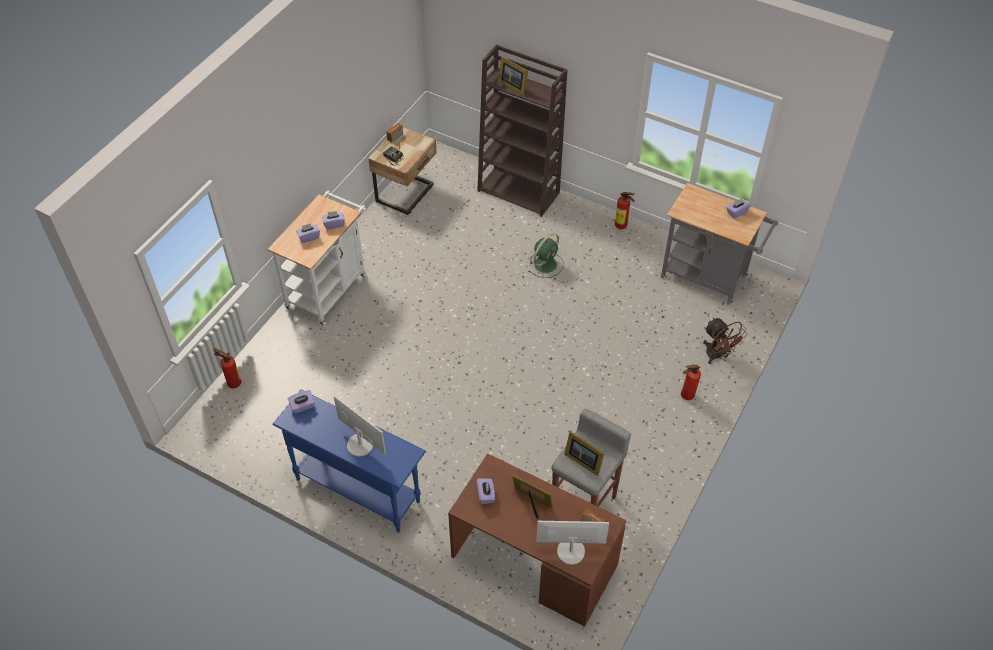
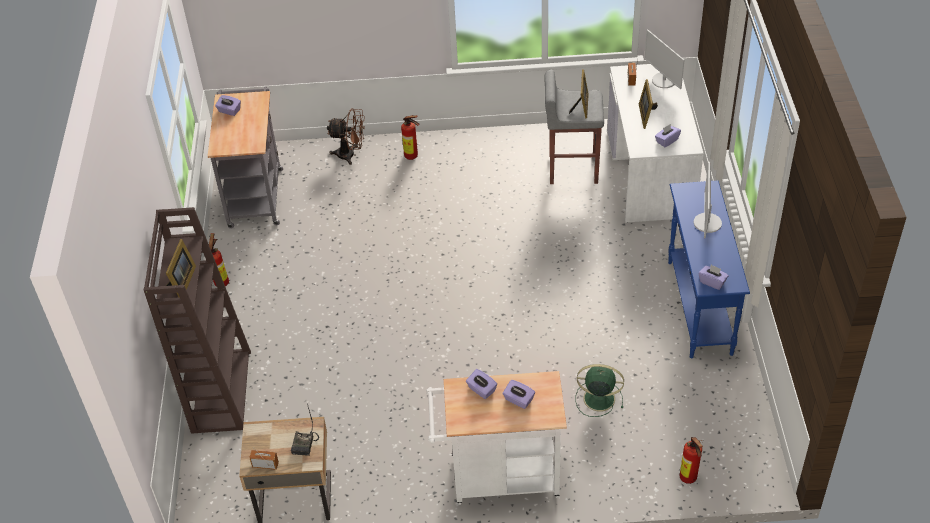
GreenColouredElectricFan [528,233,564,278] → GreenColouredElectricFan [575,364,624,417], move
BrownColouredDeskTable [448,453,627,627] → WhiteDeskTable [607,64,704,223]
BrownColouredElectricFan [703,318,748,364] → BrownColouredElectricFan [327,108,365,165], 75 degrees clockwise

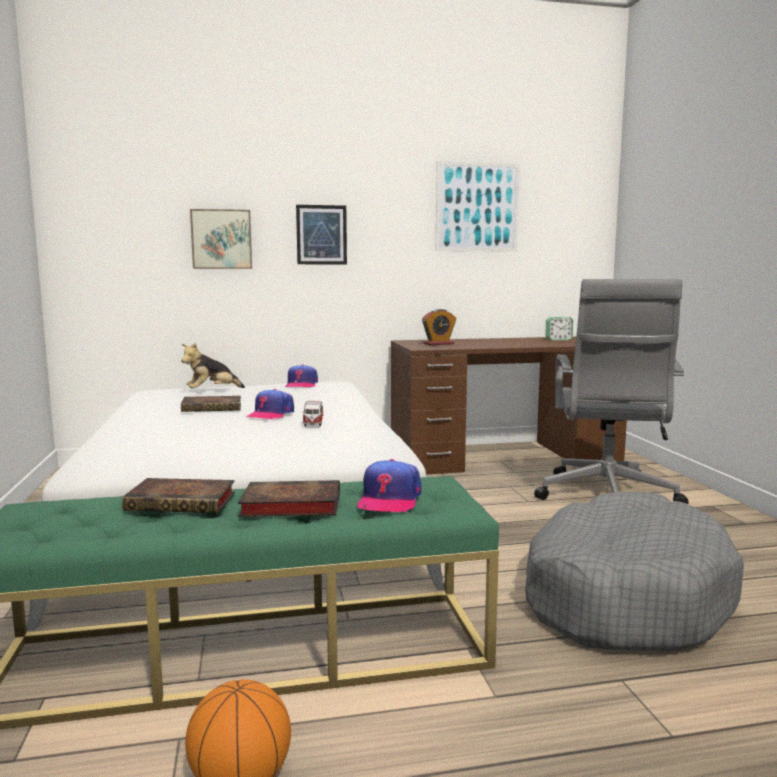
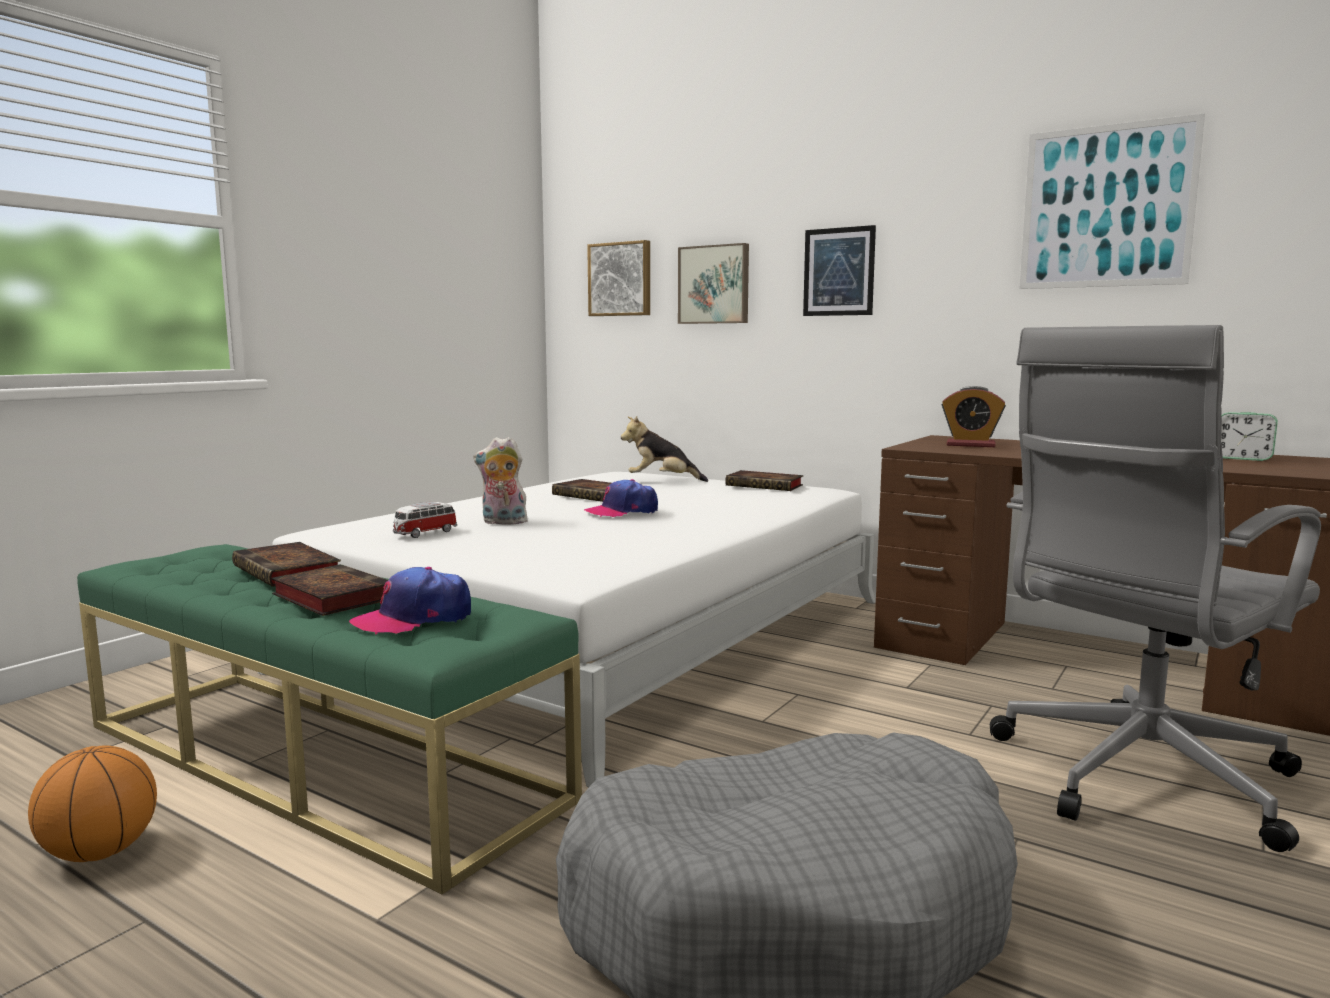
- → PlushToy [473,437,528,525]
- → Picture [587,240,650,316]
MiniatureCar [302,400,323,426] → MiniatureCar [393,502,457,538], move
BaseballCap [285,364,318,388] → BoundBook [725,470,803,491]

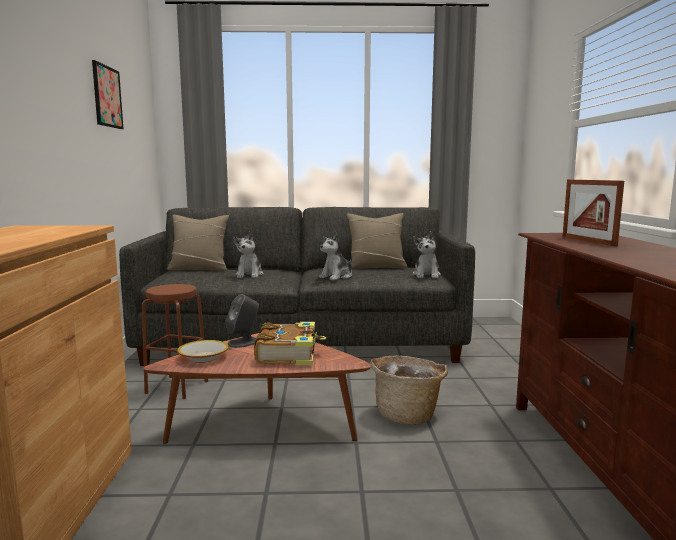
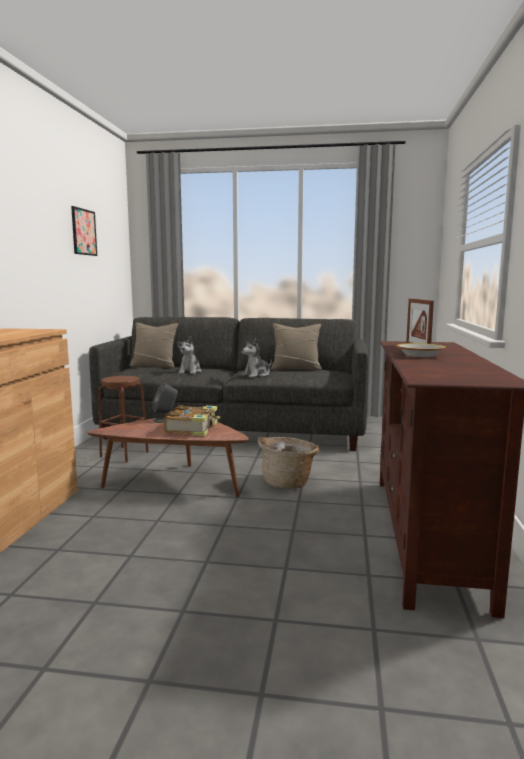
PlushToy [412,231,441,278] → -
DeepDish [177,340,229,363] → DeepDish [396,343,446,358], move

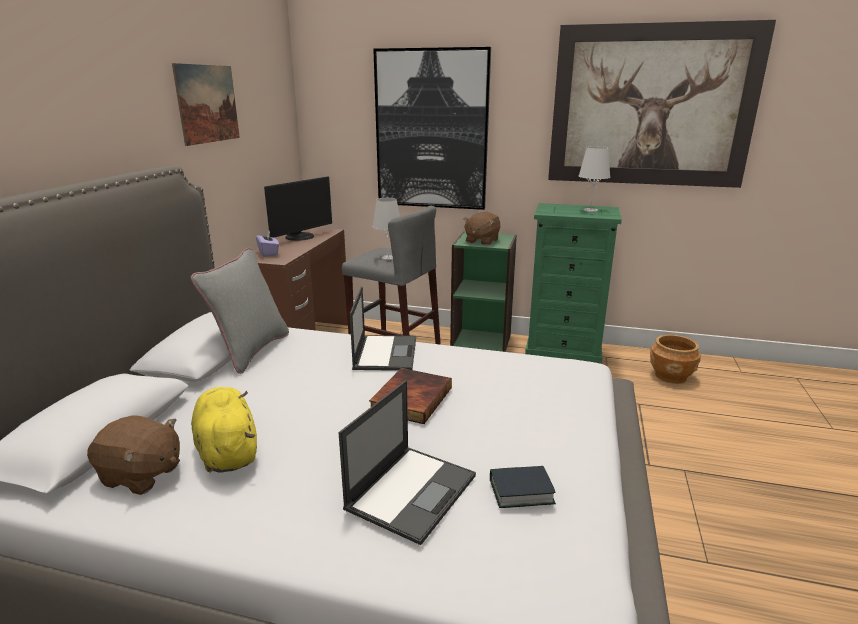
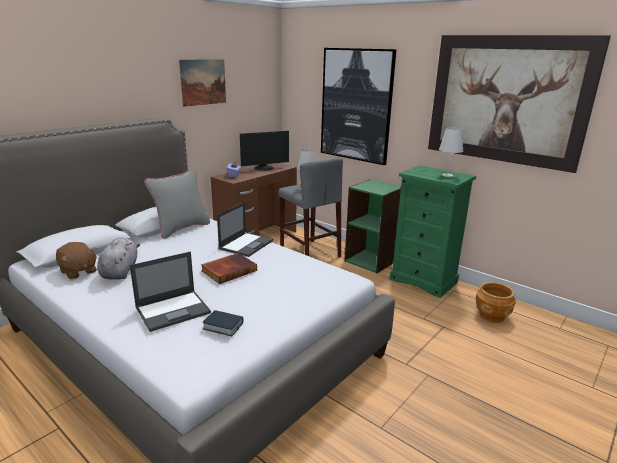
BrownColouredPlushToy [463,212,500,245] → -
YellowishPlushToy [191,387,257,473] → GrayPlushToy [97,238,140,280]

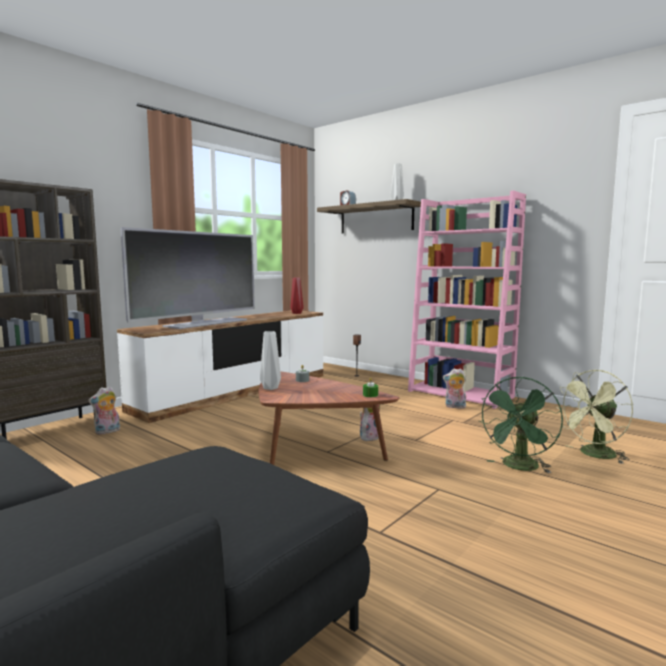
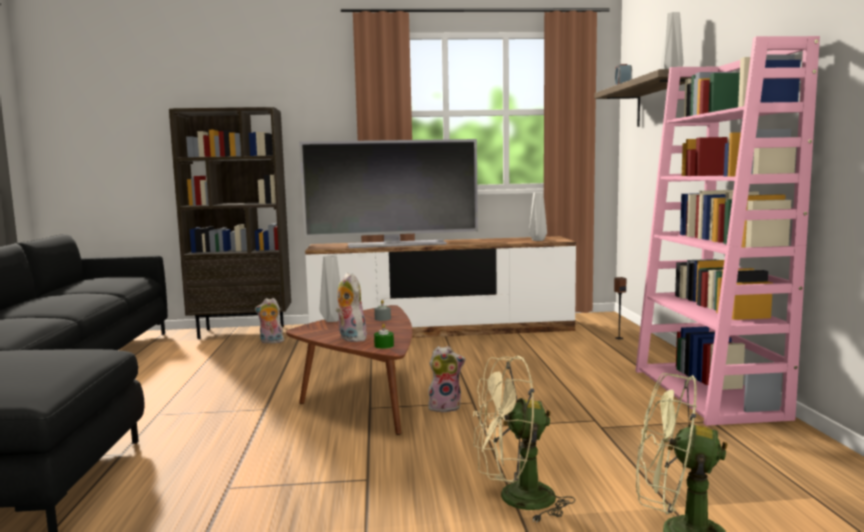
PlushToy [443,368,466,409] → PlushToy [336,273,367,342], move
ReddishDecorativeVase [290,278,304,314] → GrayDecorativeVase [529,192,547,241]
GreenColouredElectricFan [479,377,563,473] → BeigeColouredElectricFan [473,356,575,523]

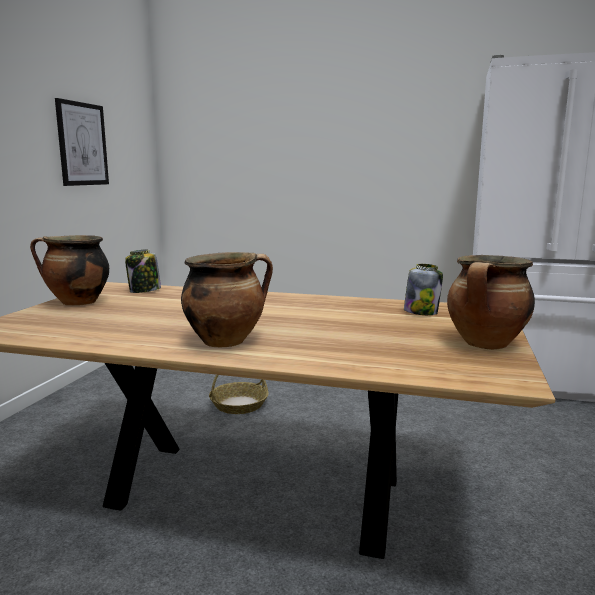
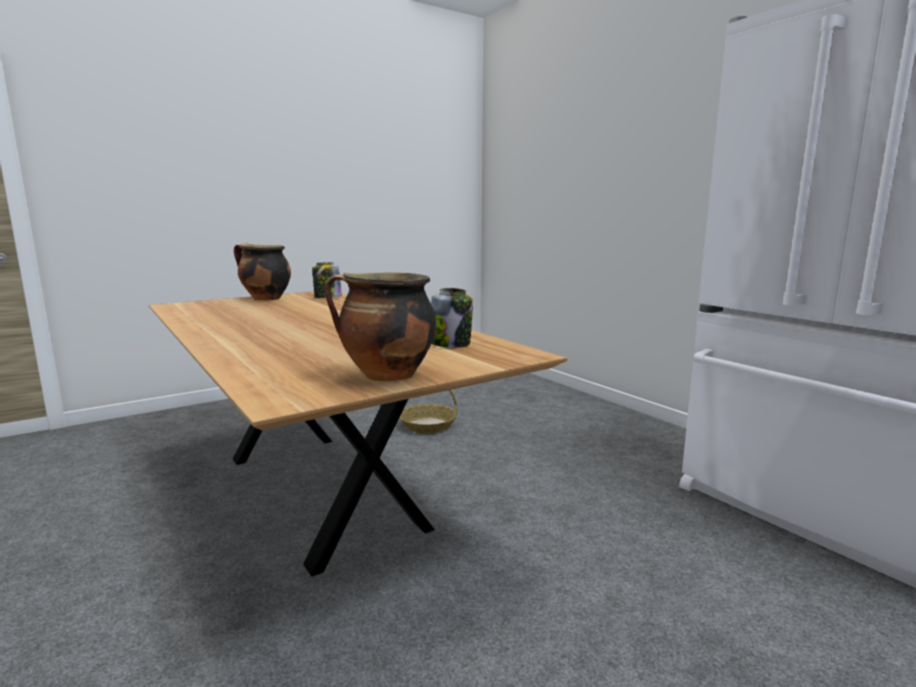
Picture [55,98,109,186] → -
Saucepot [181,252,273,347] → -

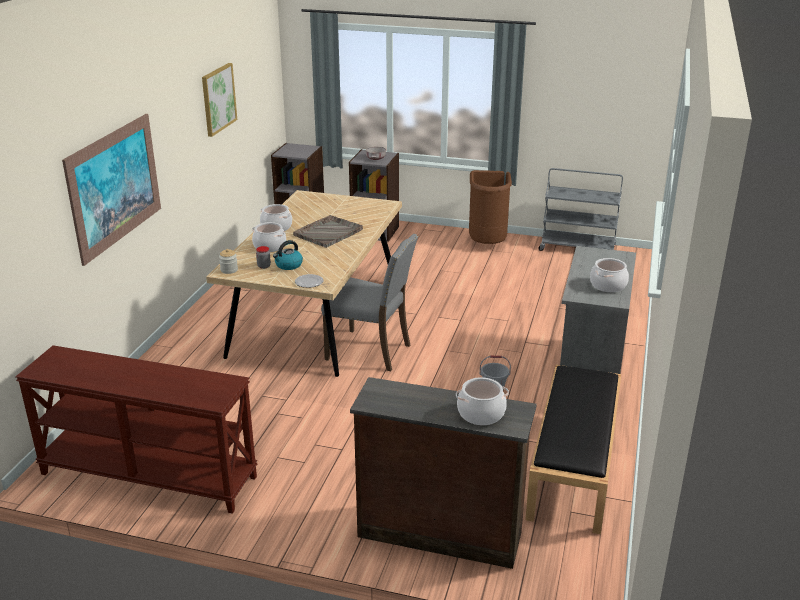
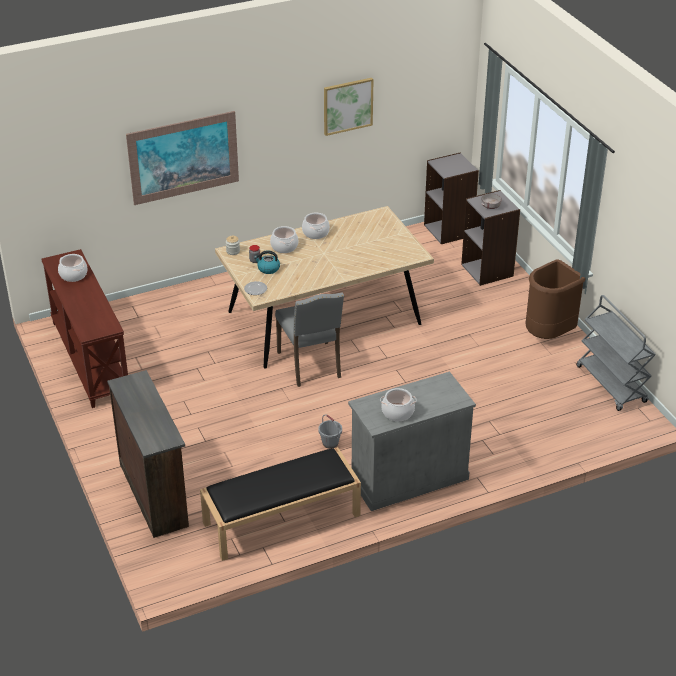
GrayServingTray [293,215,363,248] → -
Saucepot [456,377,509,425] → Saucepot [58,254,88,282], move

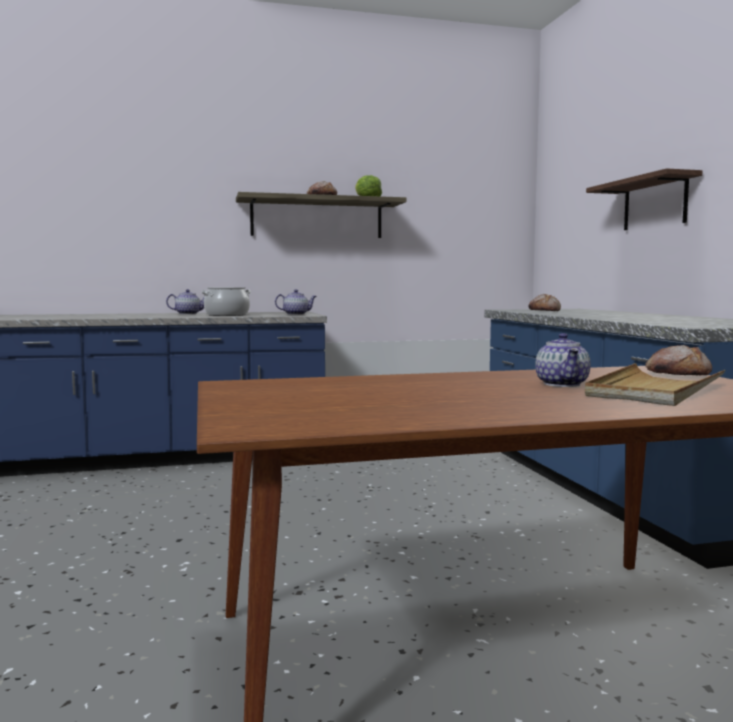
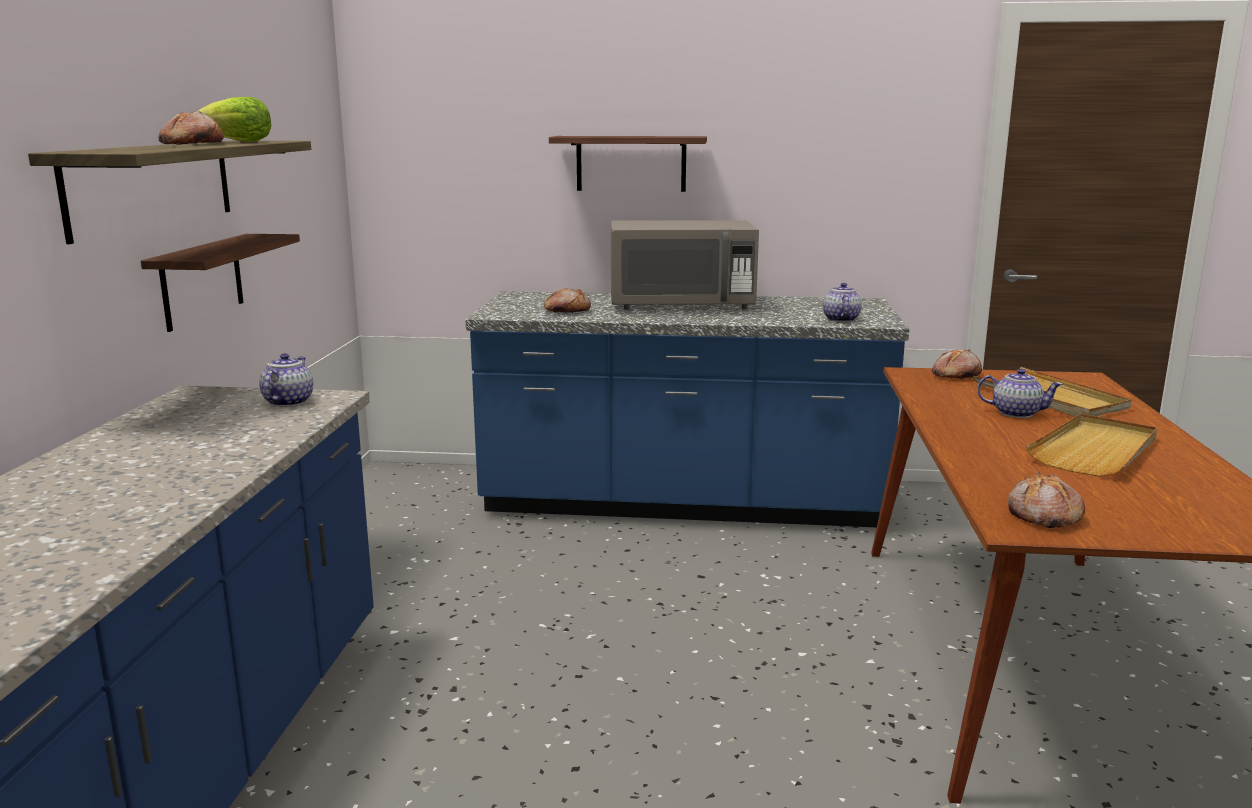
Saucepot [201,287,251,316] → -
- → BracketShelf [141,234,300,332]
- → GrayMicrowave [611,220,759,310]
- → Bread [1008,472,1085,528]
- → BeigeColouredServingTray [1026,414,1157,477]
PotForTea [166,289,204,314] → PotForTea [823,283,862,322], move

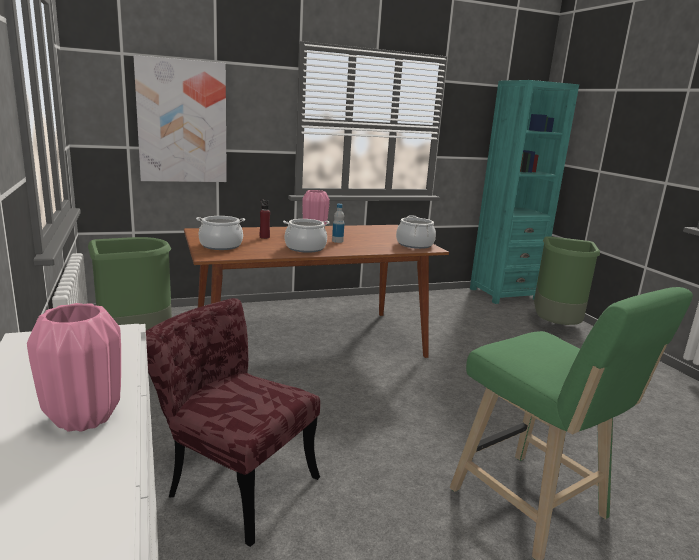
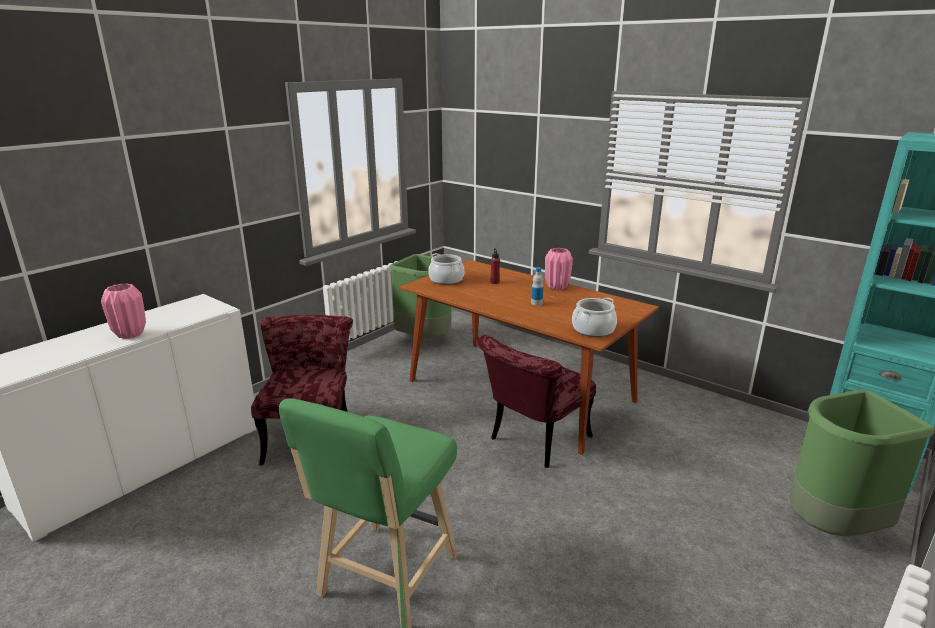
Picture [134,55,227,182] → -
Saucepot [283,219,330,253] → -
- → ReddishPlainChair [476,335,596,468]

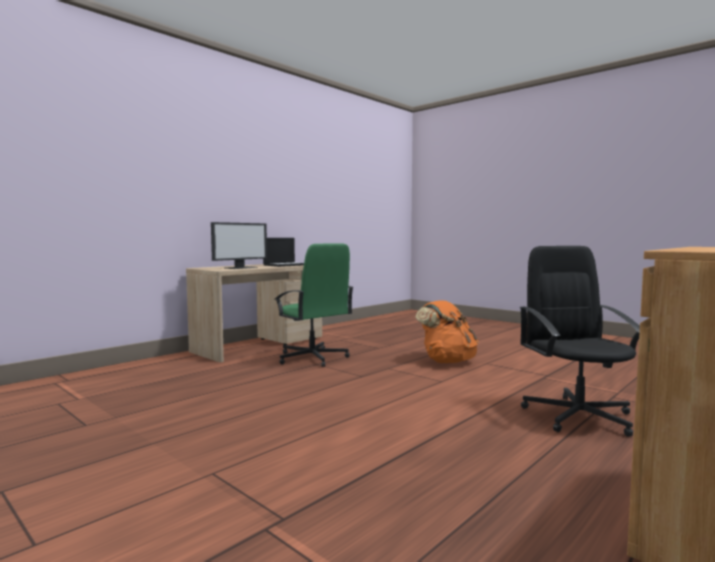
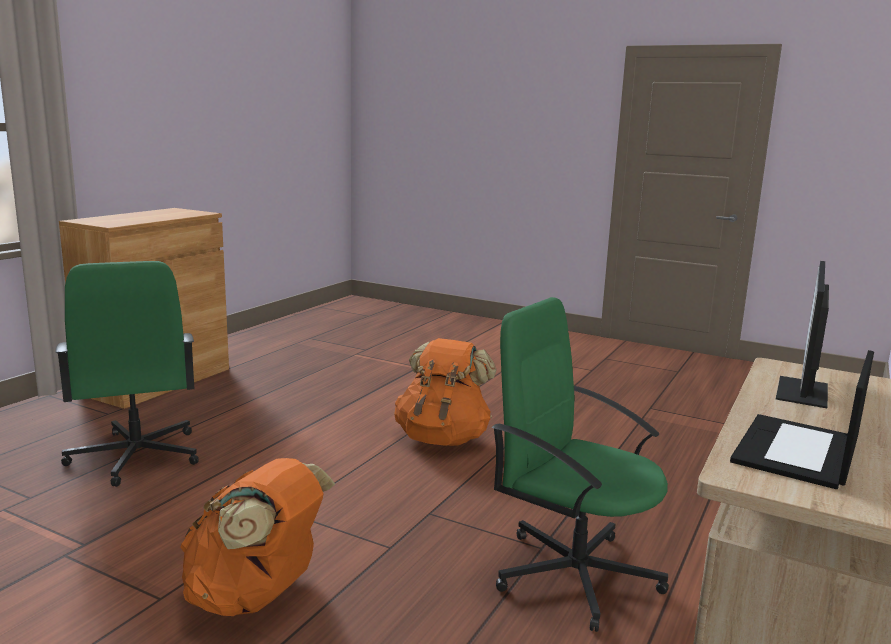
- → OrangeyKnapsack [394,338,497,446]
BlackishDeskChair [520,246,640,437] → GreenColouredDeskChair [55,261,199,487]

